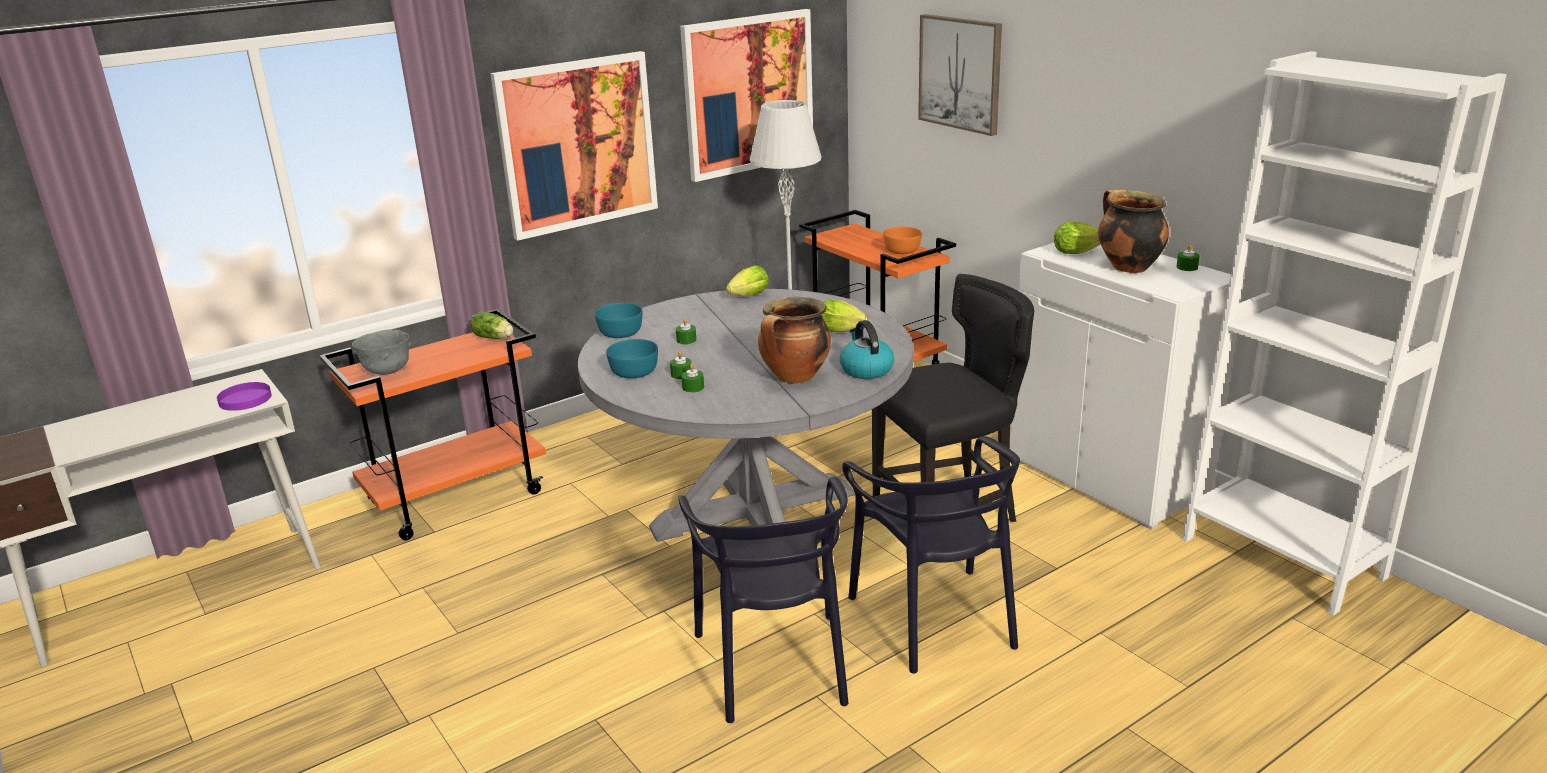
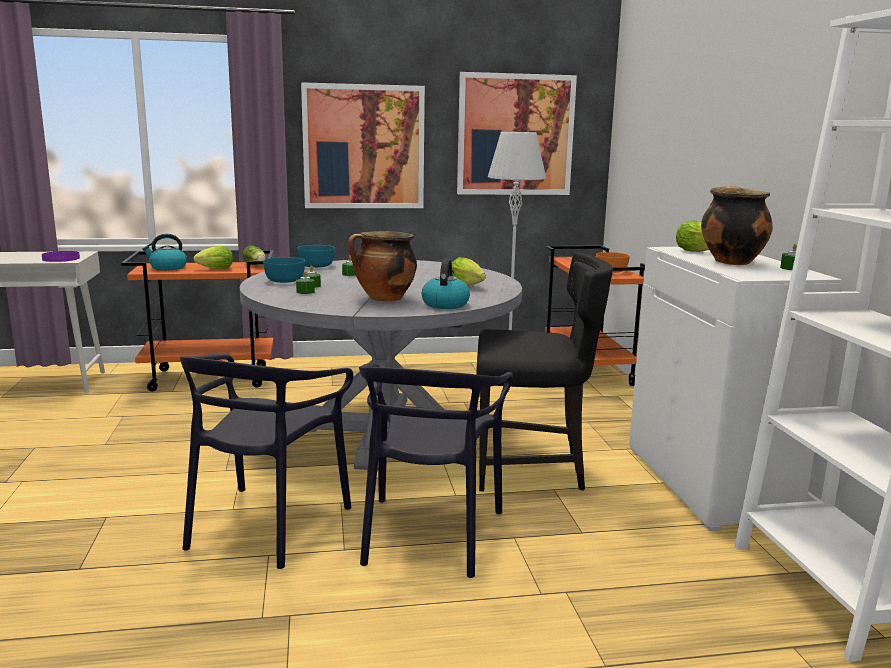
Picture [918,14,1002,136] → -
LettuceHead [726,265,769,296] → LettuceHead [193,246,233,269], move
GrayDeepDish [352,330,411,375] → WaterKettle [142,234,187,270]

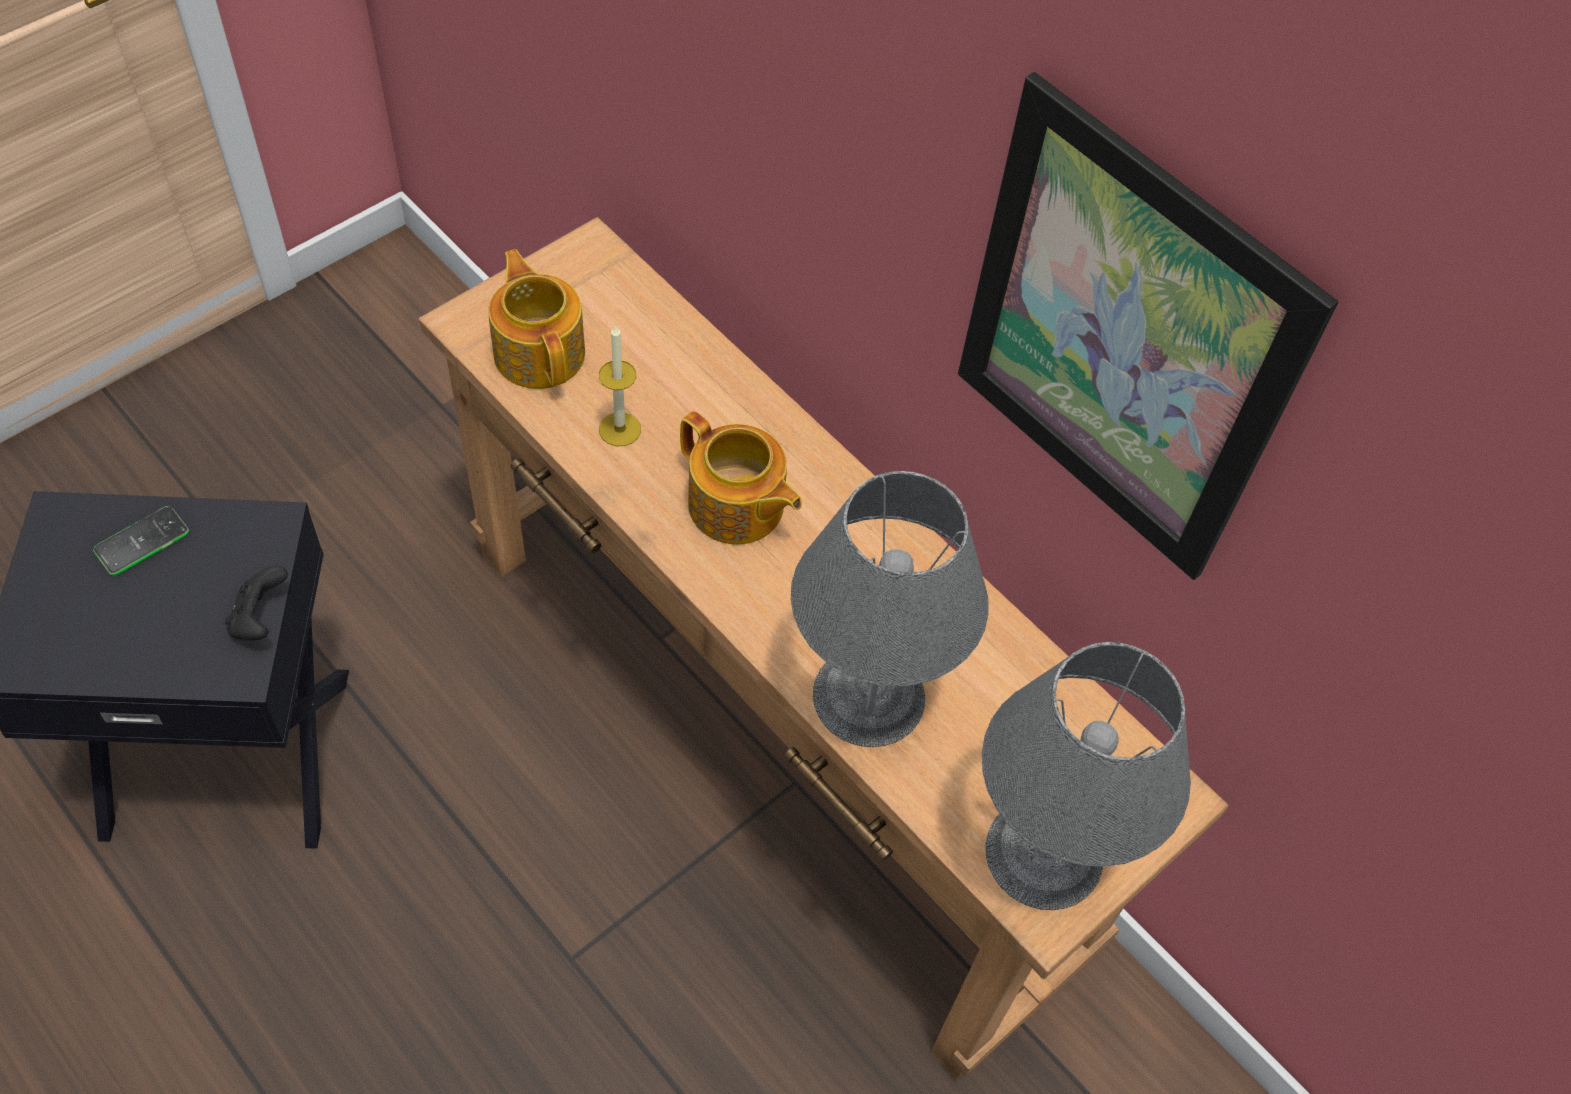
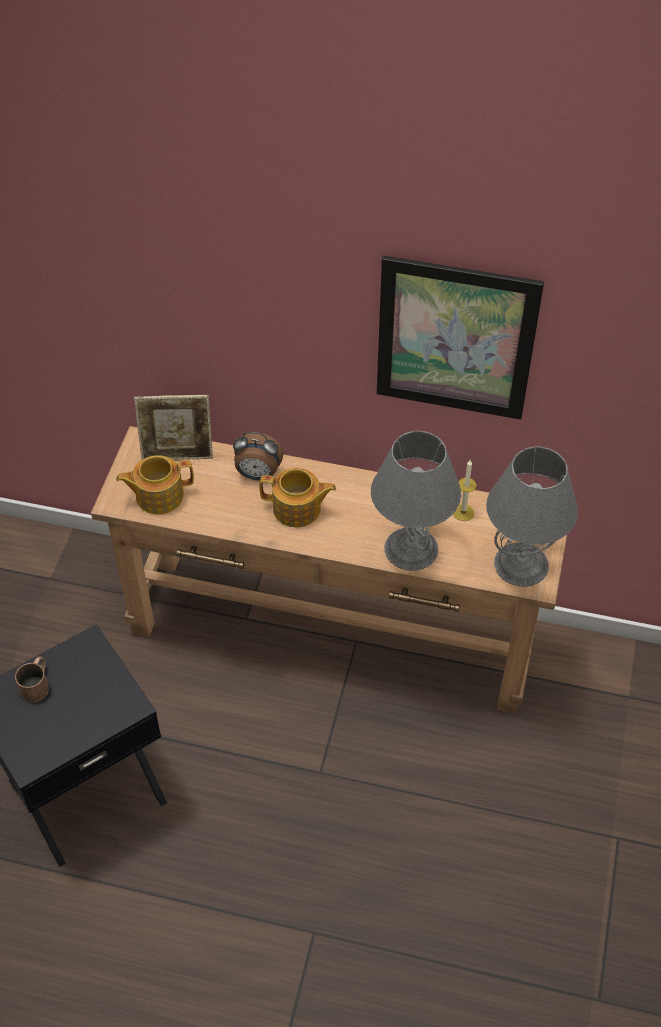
BlackishGameController [225,566,288,640] → -
- → PictureFrame [134,395,213,460]
- → TableClock [233,432,284,480]
WaxCandle [599,324,641,446] → WaxCandle [453,460,476,521], move
Handset [93,506,189,576] → BrownColouredMug [15,657,49,703]
PotForTea [488,249,585,389] → PotForTea [116,455,194,514], 45 degrees counterclockwise

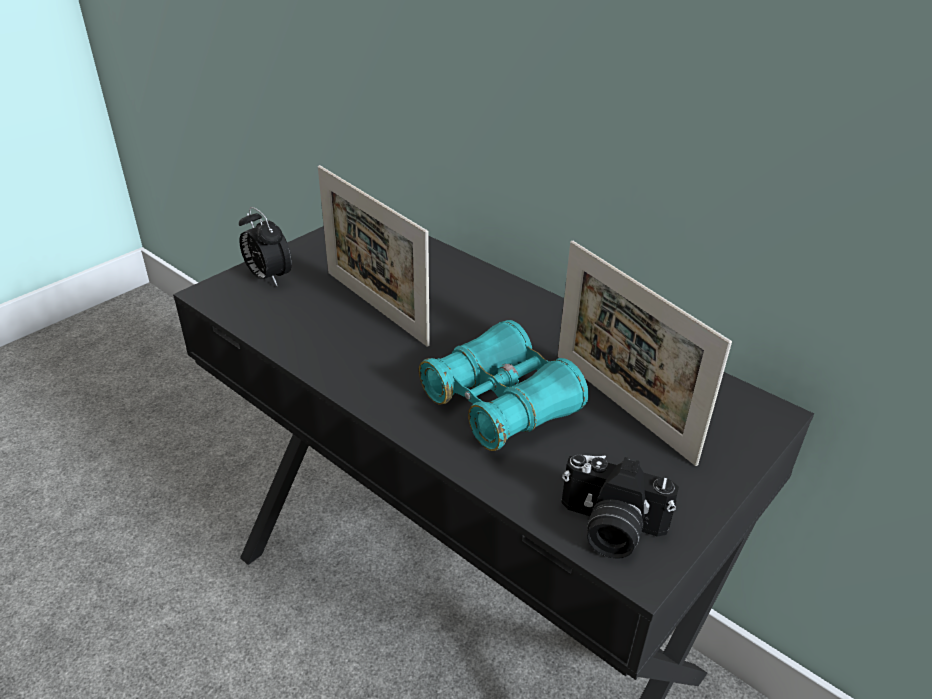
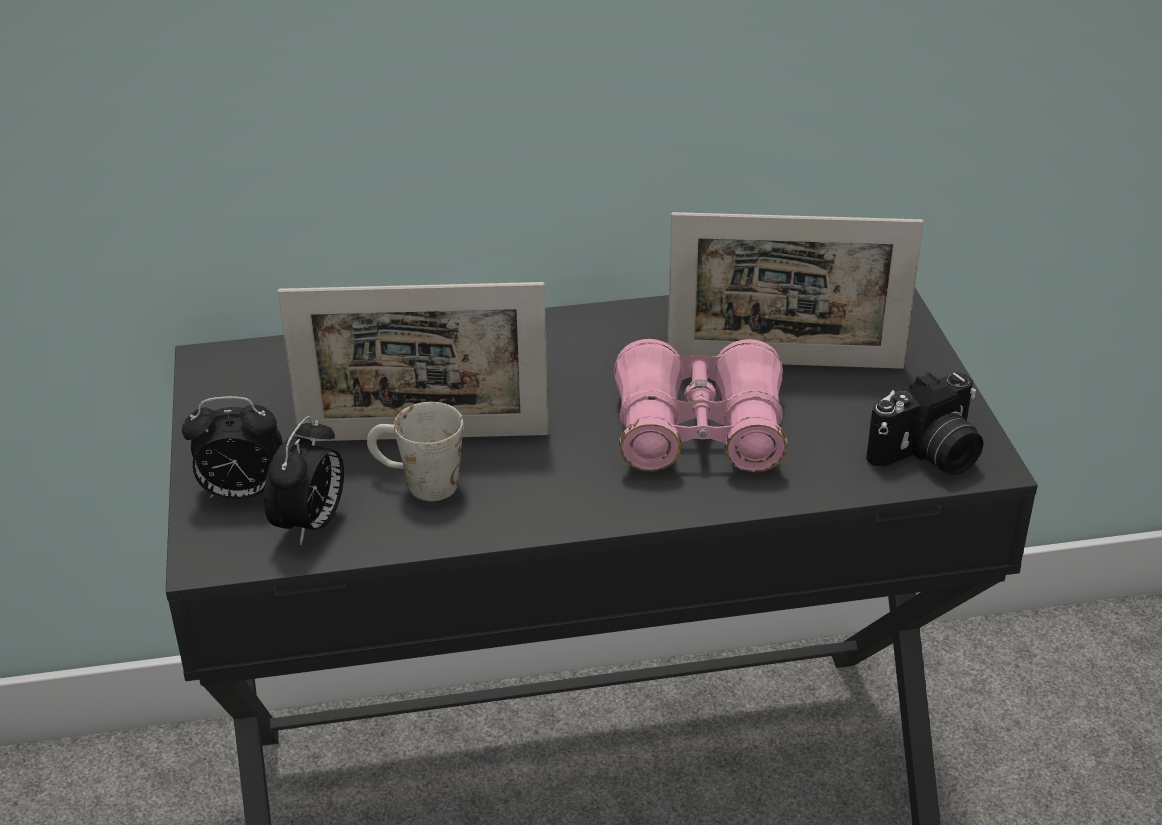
- → TableClock [264,416,344,545]
- → WhiteMug [367,402,463,501]
TurquoiseColouredPairOfBinoculars [419,320,589,451] → PinkishPairOfBinoculars [614,339,788,472]

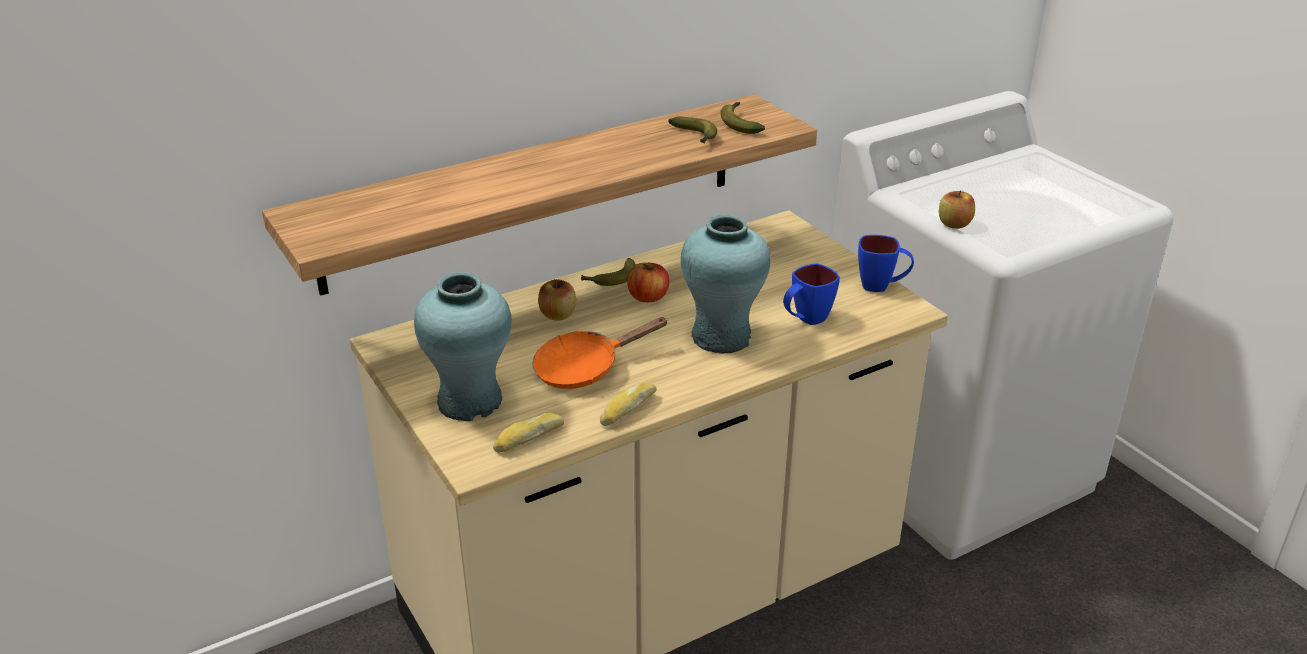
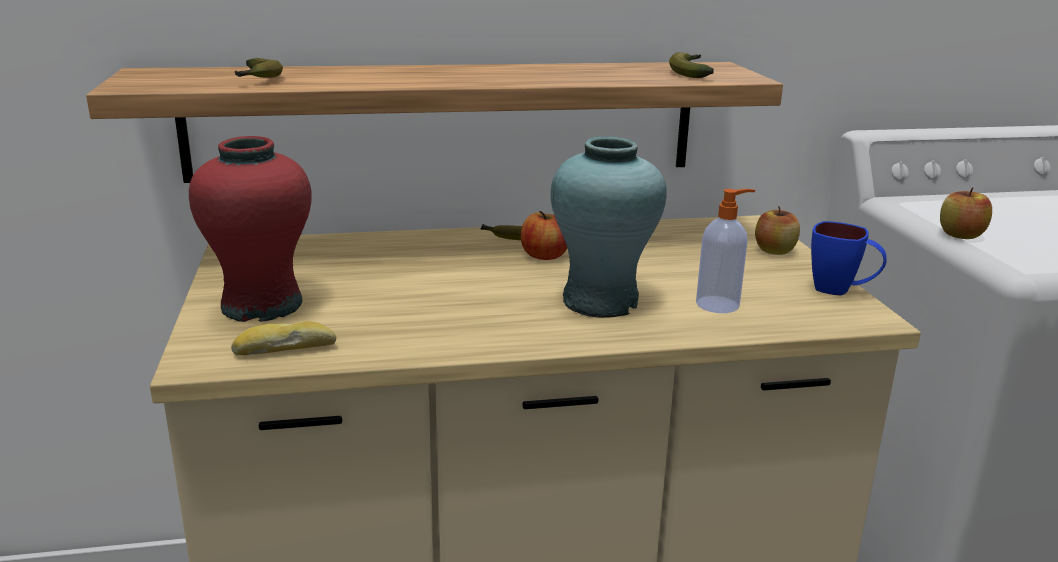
OrangeyFryingPan [532,317,669,389] → -
Bread [600,382,657,426] → -
AppleFruit [538,279,576,321] → AppleFruit [755,206,800,255], move
BananaFruit [668,116,717,144] → BananaFruit [235,58,283,78], move
BlueColouredMug [783,263,840,325] → SoapBottle [696,189,755,313]
TurquoiseColouredDecorativeVase [414,272,512,421] → ReddishDecorativeVase [189,136,312,322]

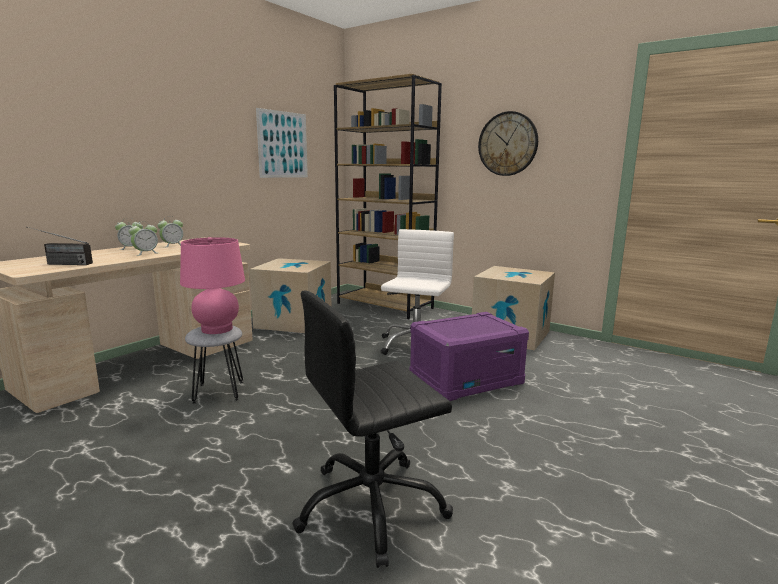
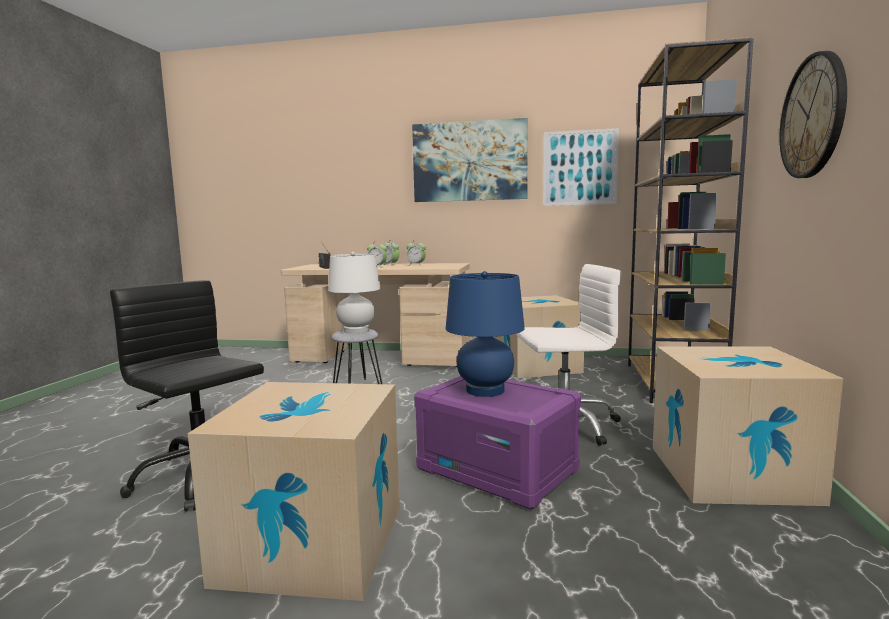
- → CardboardBox [188,382,400,601]
- → Picture [412,118,528,202]
- → BlueColouredTableLamp [446,271,525,397]
PinkishTableLamp [180,237,245,334] → WhiteTableLamp [328,252,381,334]

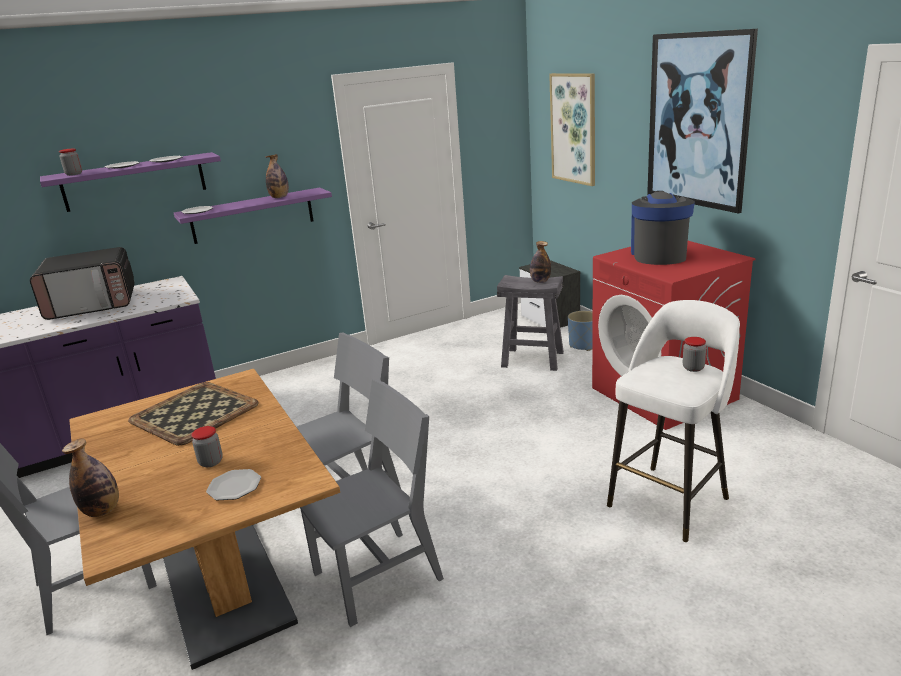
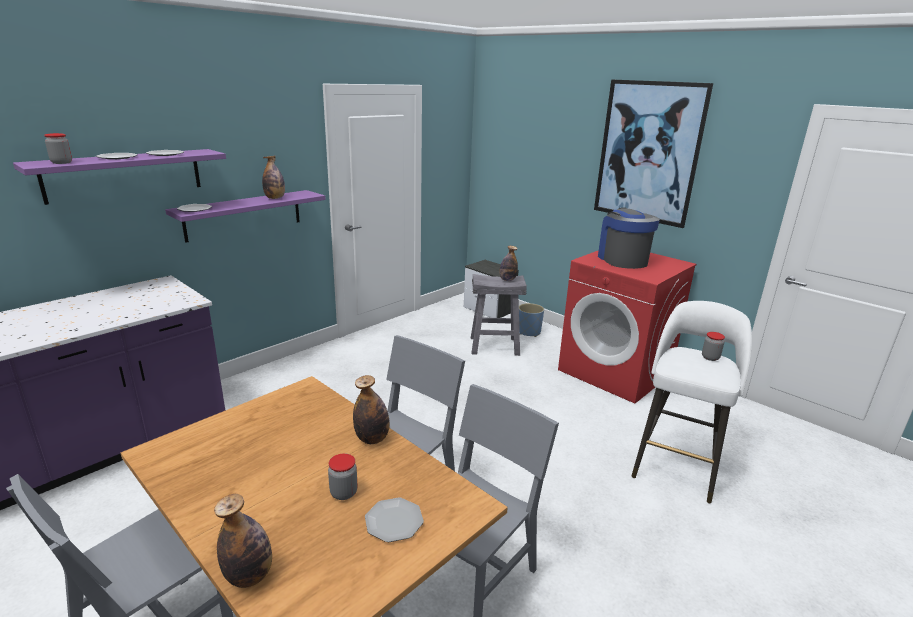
Microwave [30,247,135,320] → -
ServingTray [128,382,259,446] → -
Picture [549,73,595,186] → -
- → BeverageBottle [353,375,390,444]

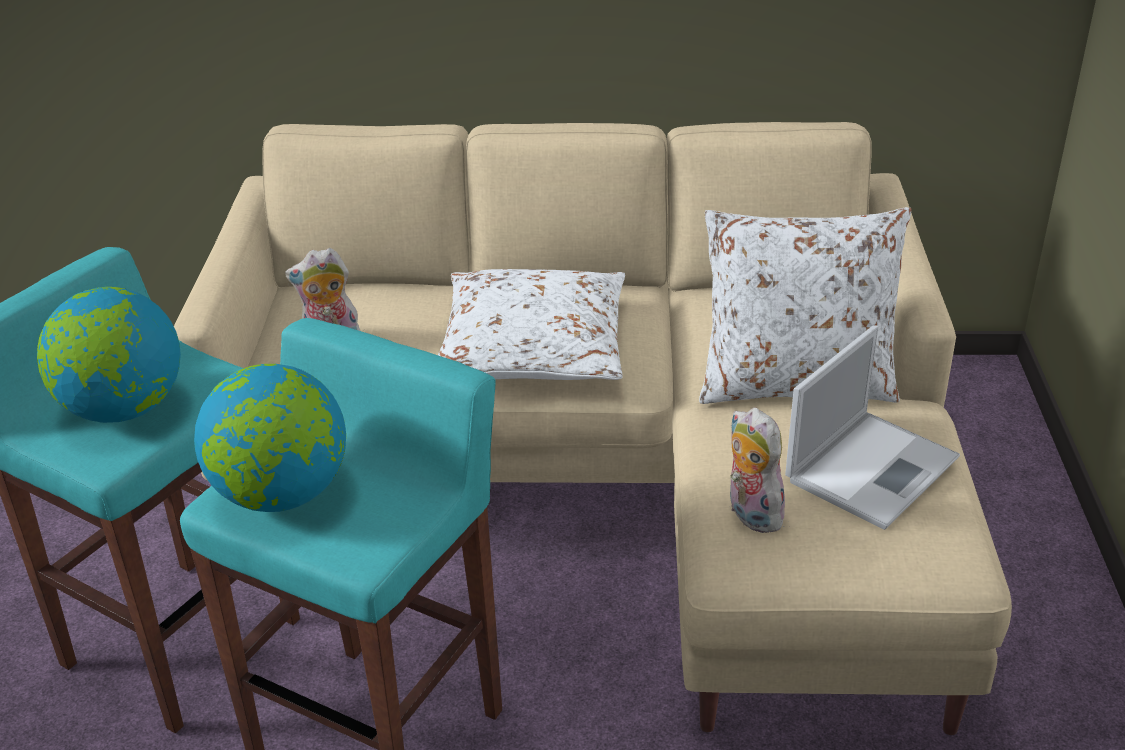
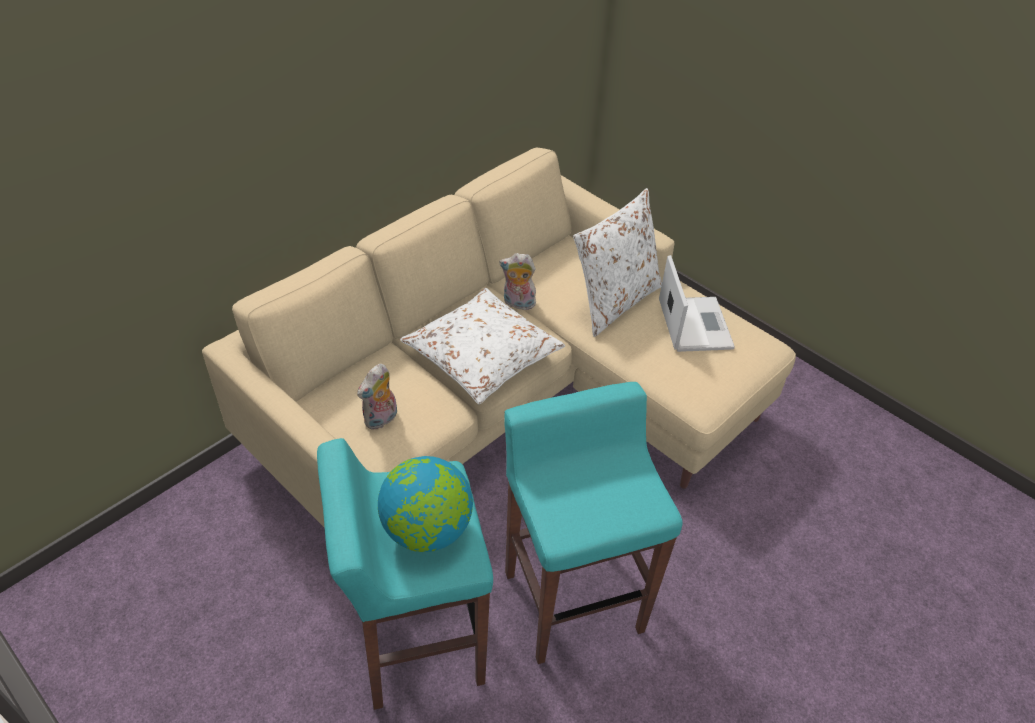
DeskGlobe [194,364,346,512] → -
PlushToy [729,407,785,533] → PlushToy [499,253,536,310], move

